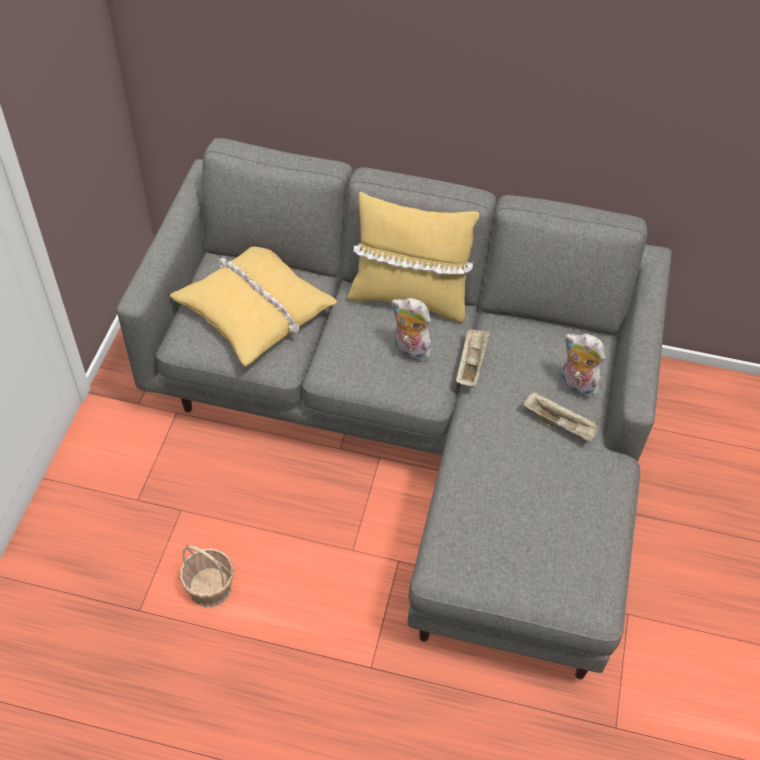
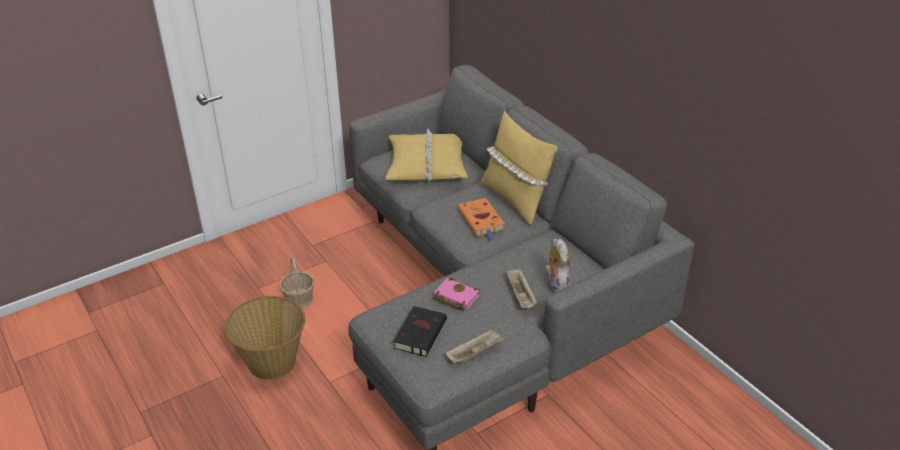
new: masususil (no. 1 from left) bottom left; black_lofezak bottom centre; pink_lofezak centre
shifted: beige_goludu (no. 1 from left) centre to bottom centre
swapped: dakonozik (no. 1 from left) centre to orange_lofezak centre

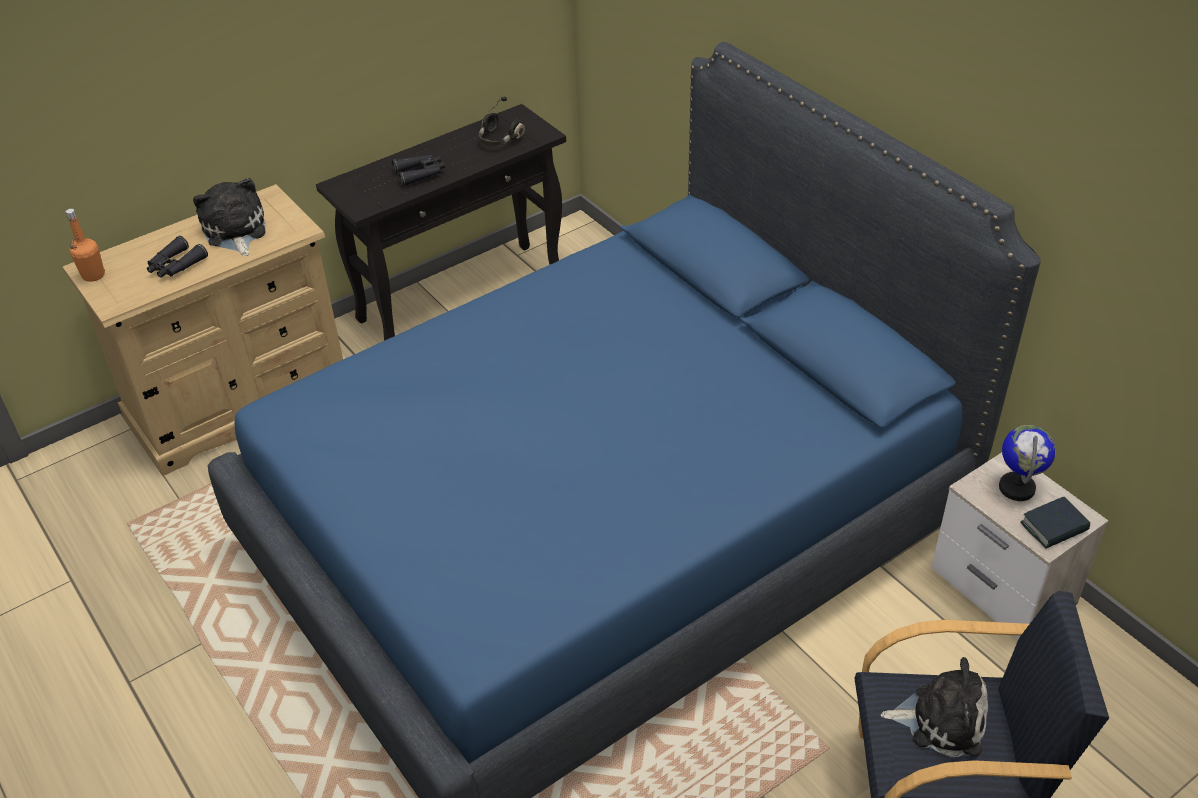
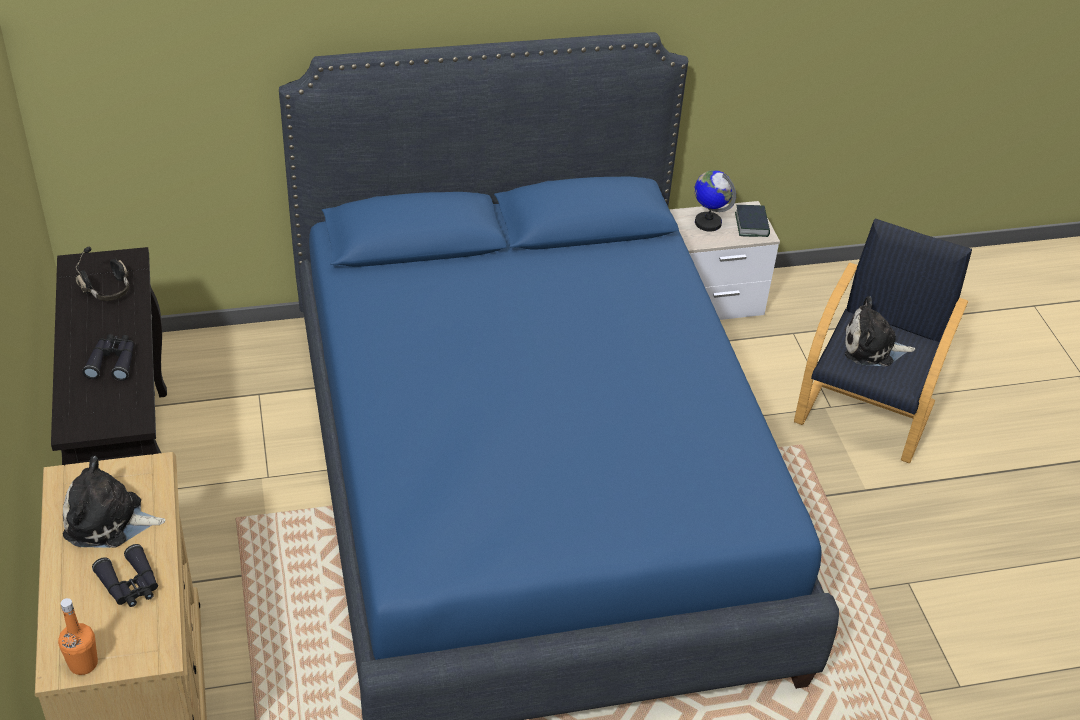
rotated: dakonozik (no. 2 from left) bottom right = middle right 120 degrees counterclockwise

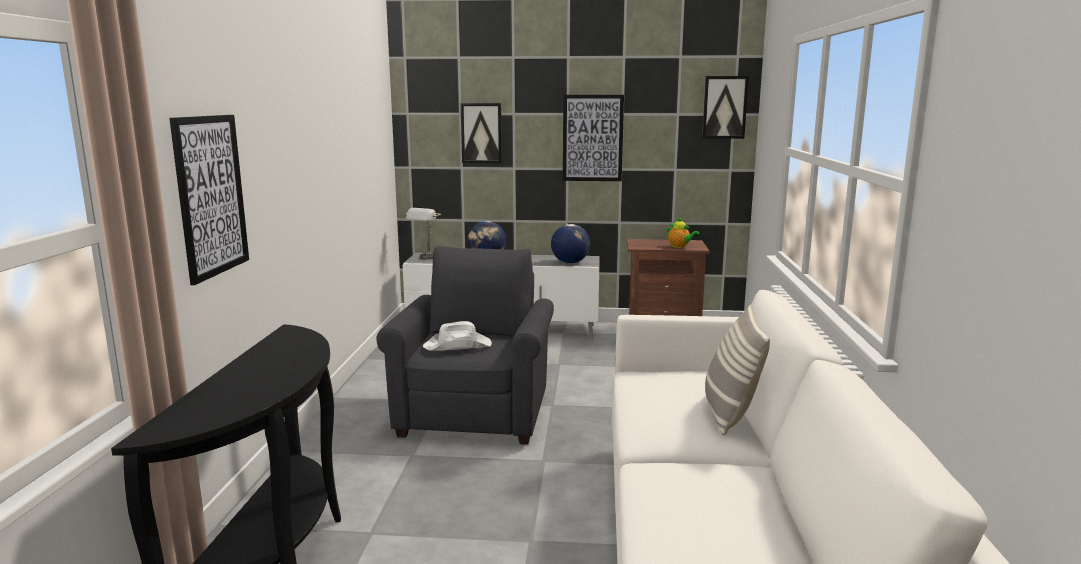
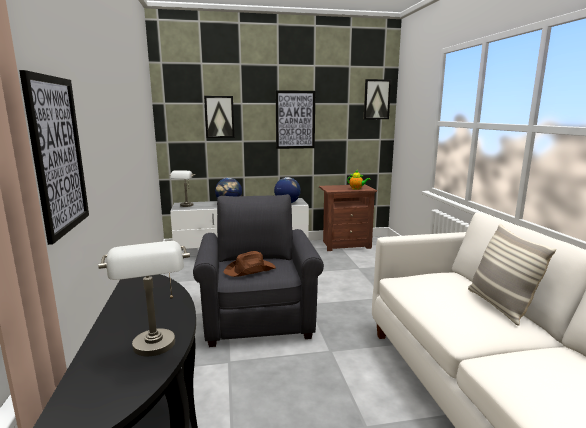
new: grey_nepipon (no. 1 from left) bottom left
repainted: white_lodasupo centre to brown_lodasupo centre

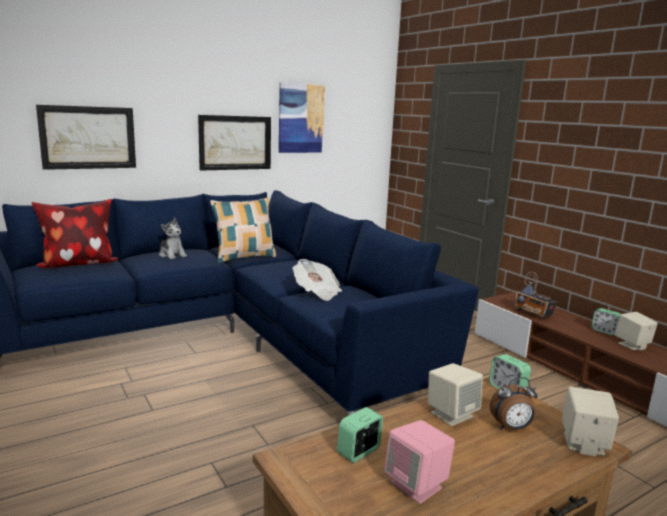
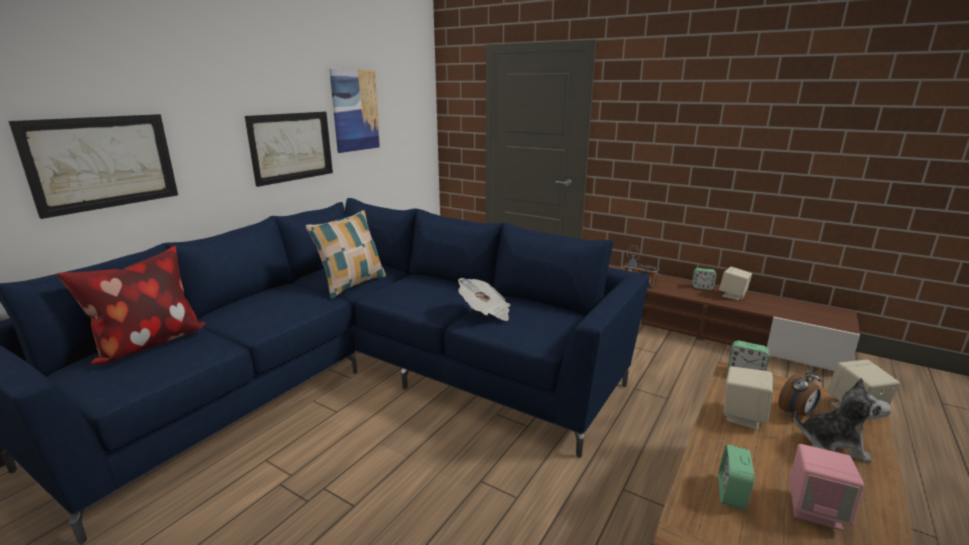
shifted: dakonozik middle left to bottom right

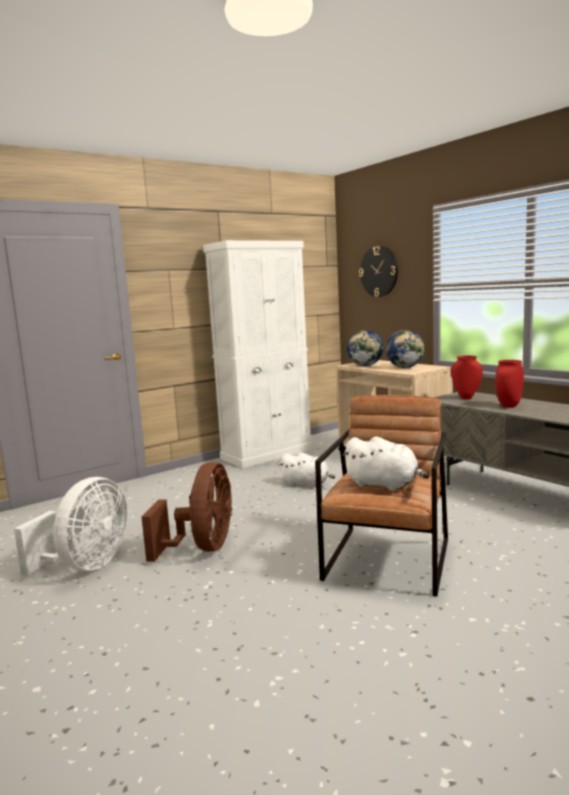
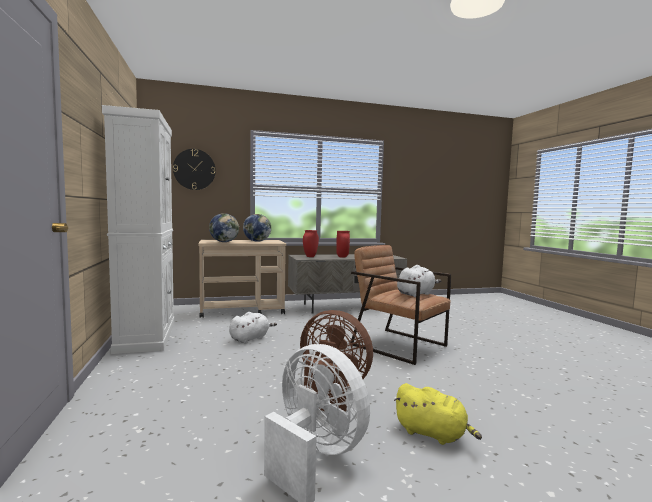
new: yellow_dakonozik bottom right

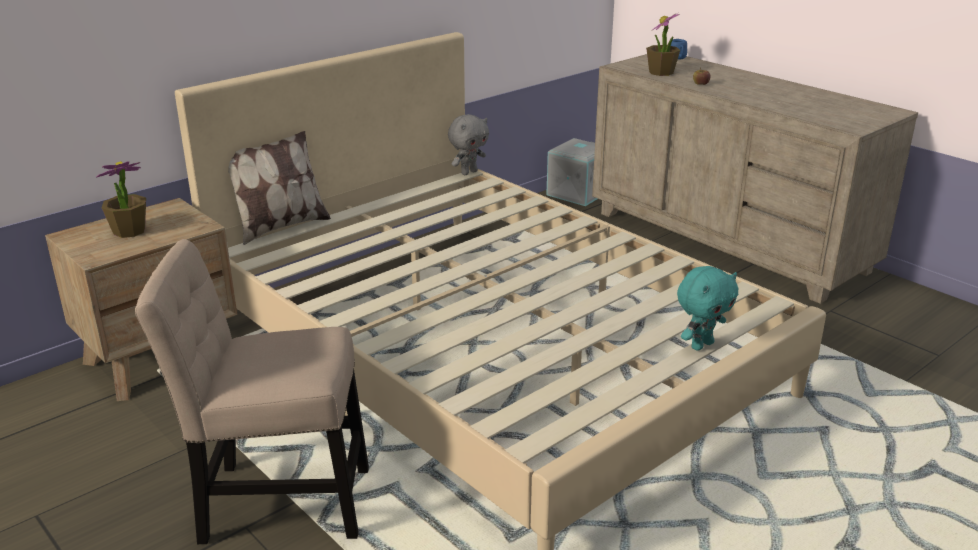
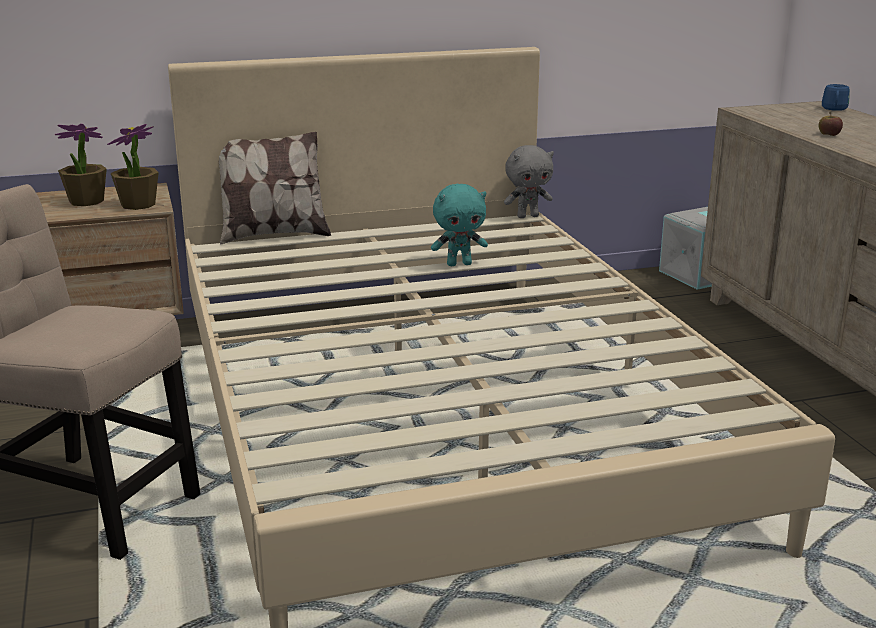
shifted: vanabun (no. 2 from left) top right to top left; turquoise_dakonozik middle right to centre

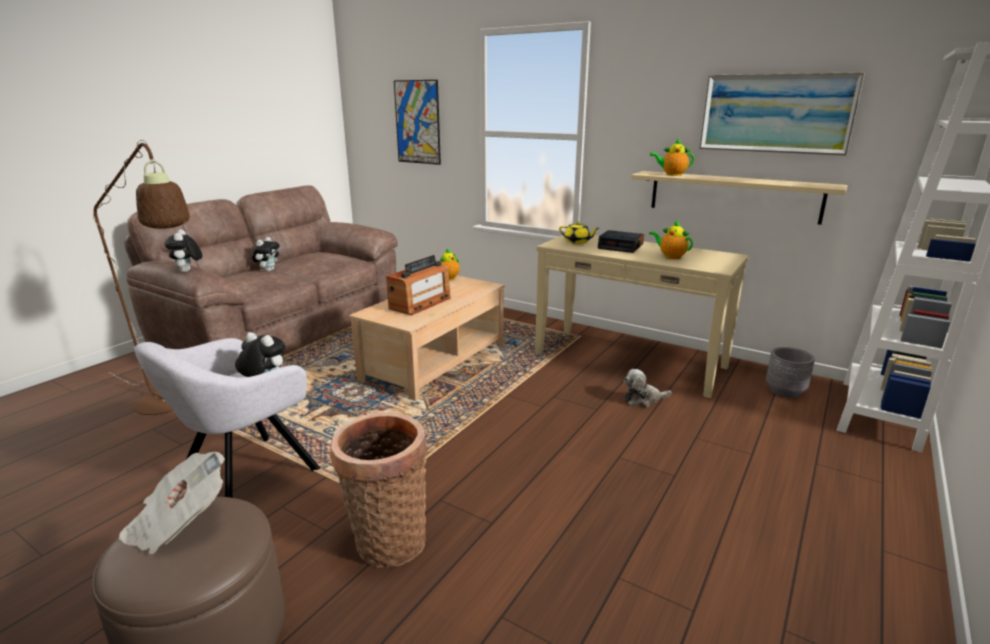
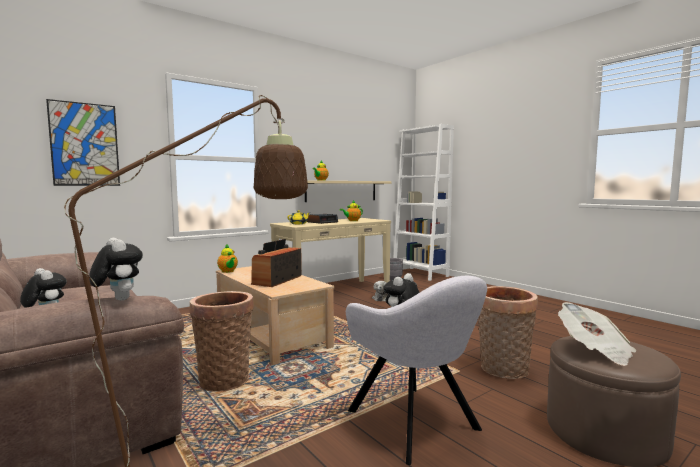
gone: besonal (no. 2 from left) top right
new: masususil (no. 1 from left) bottom left
rotated: dakonozik (no. 1 from left in the first image) middle left = middle left 135 degrees counterclockwise; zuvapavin centre = centre 120 degrees counterclockwise

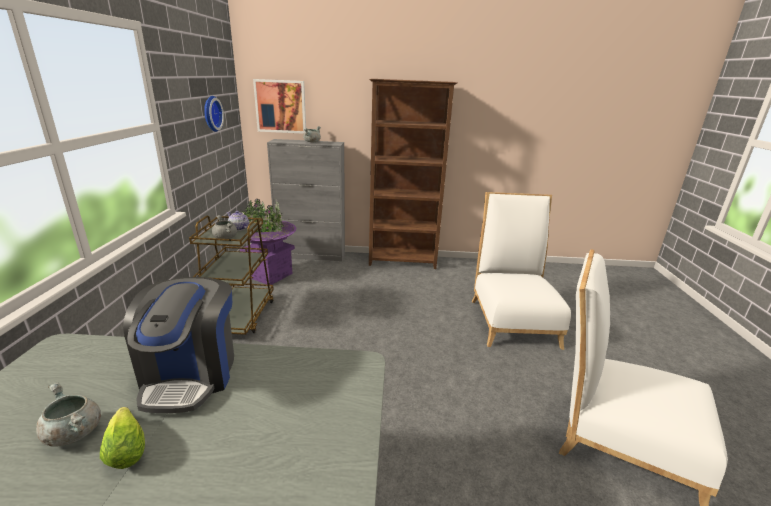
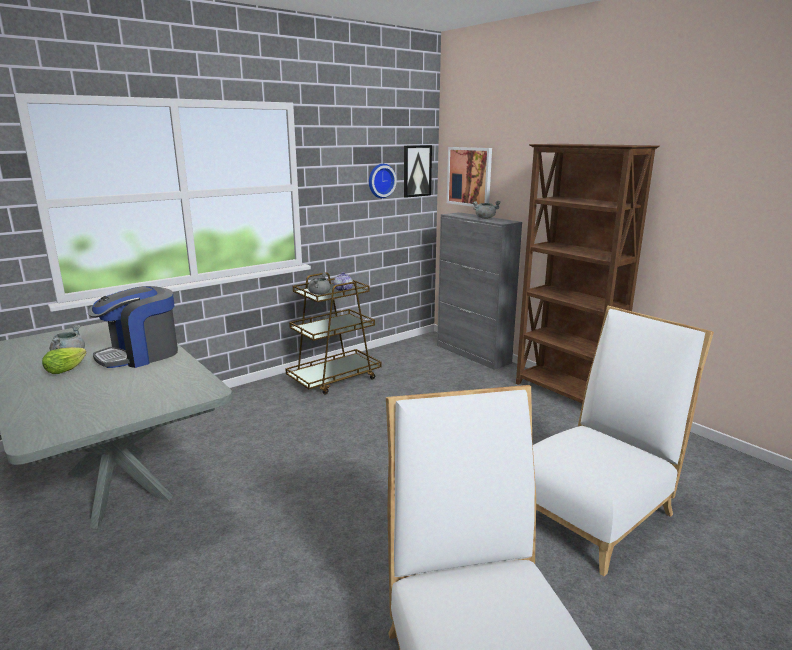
gone: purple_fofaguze centre
new: besonal (no. 1 from left) top centre

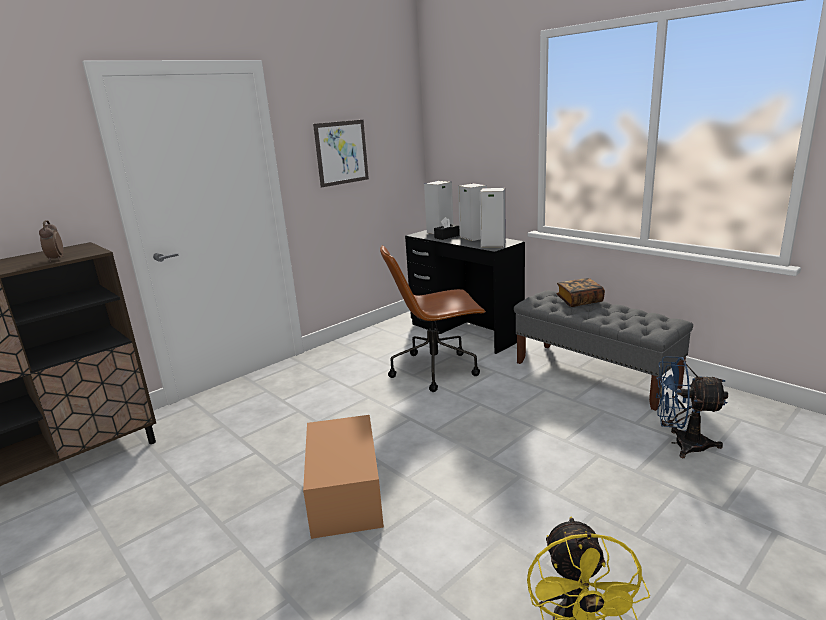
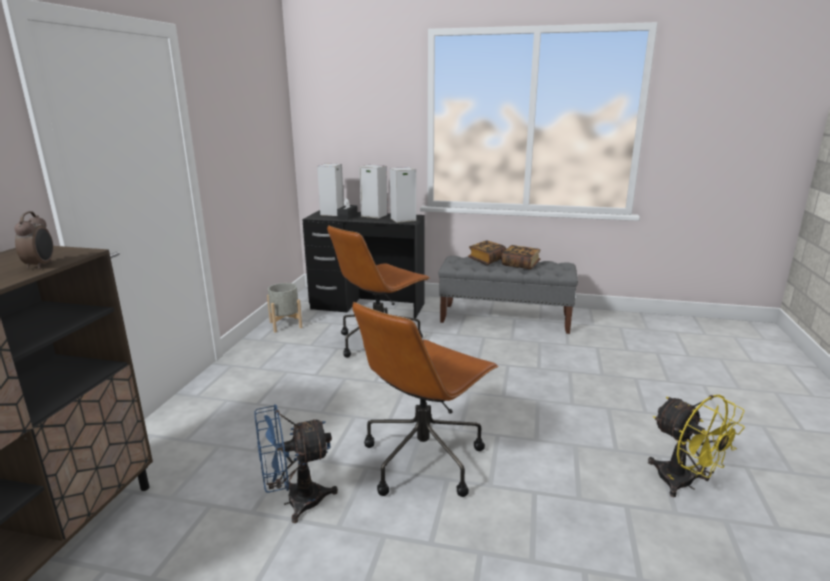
gone: besonal top centre
new: grey_fofaguze centre; lofezak (no. 2 from left) centre
shifted: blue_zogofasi middle right to bottom centre
swapped: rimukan bottom centre to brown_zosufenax (no. 2 from left) bottom centre
rotated: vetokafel middle left = middle left 135 degrees counterclockwise

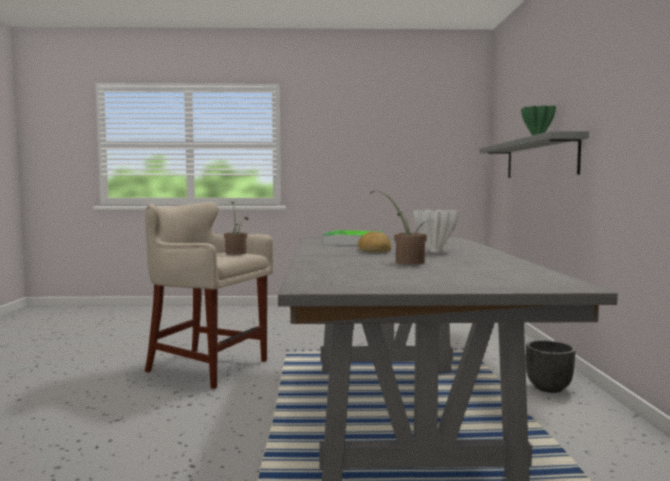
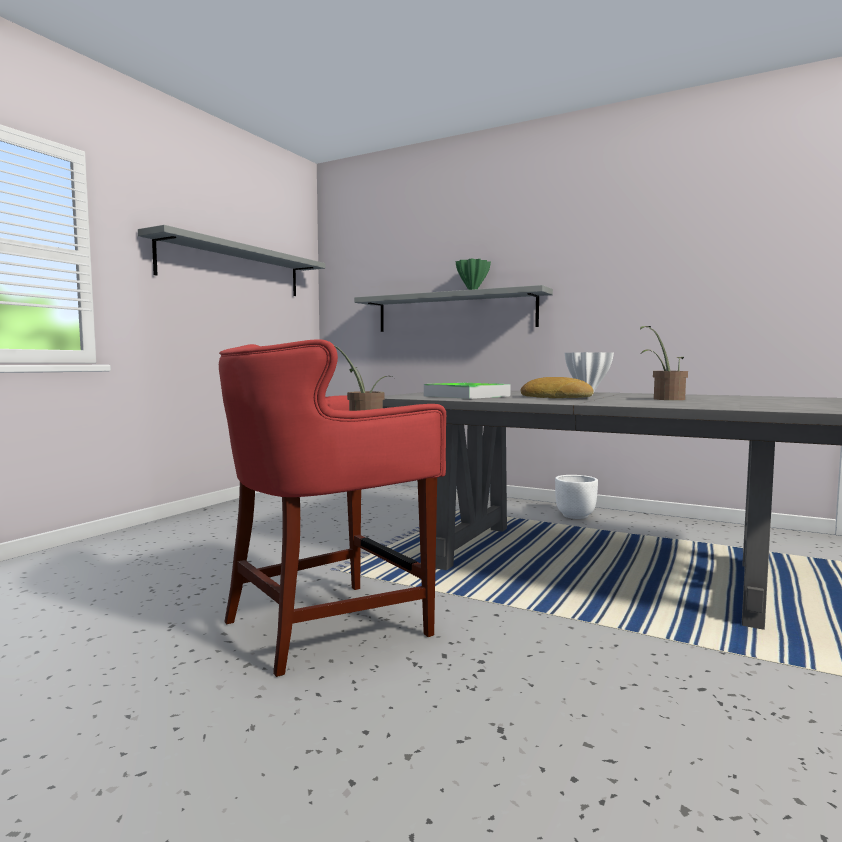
new: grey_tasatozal (no. 1 from left) top left
repainted: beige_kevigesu middle left to red_kevigesu centre; black_fofaguze bottom right to white_fofaguze middle right

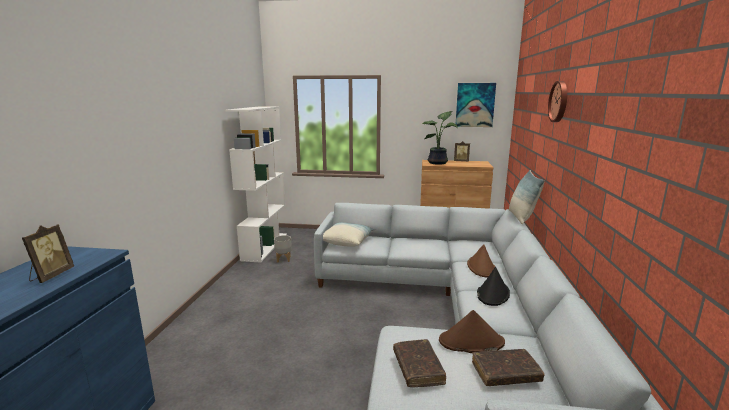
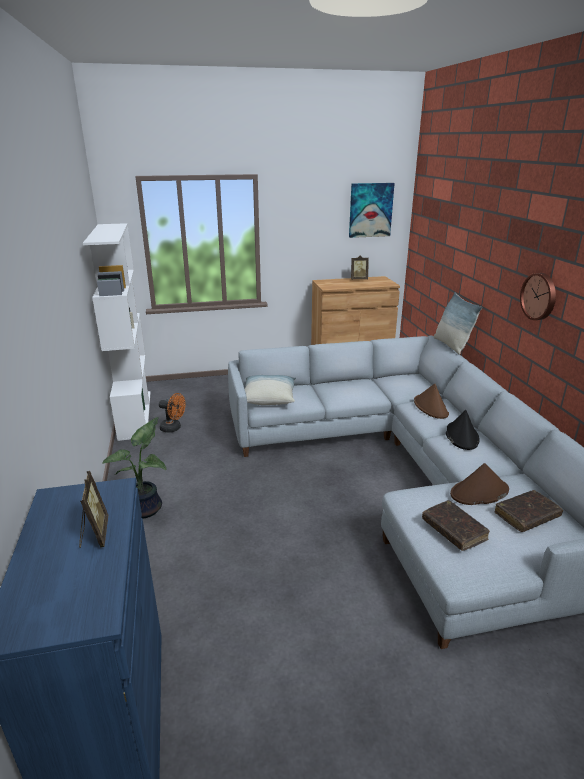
shifted: vanabun centre to middle left; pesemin top right to middle right
swapped: grey_fofaguze centre to orange_zogofasi middle left

